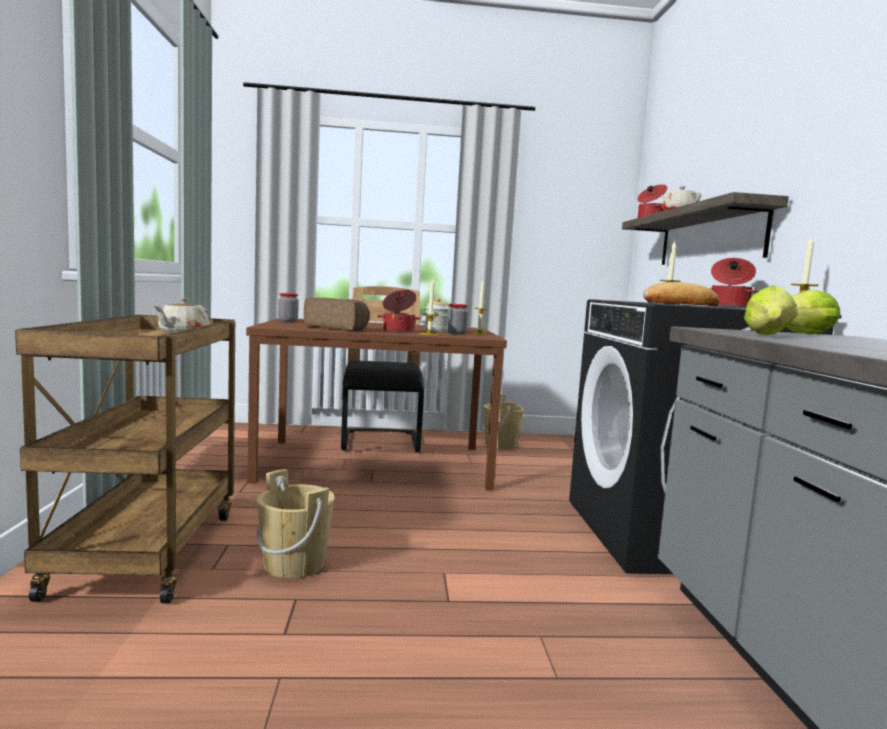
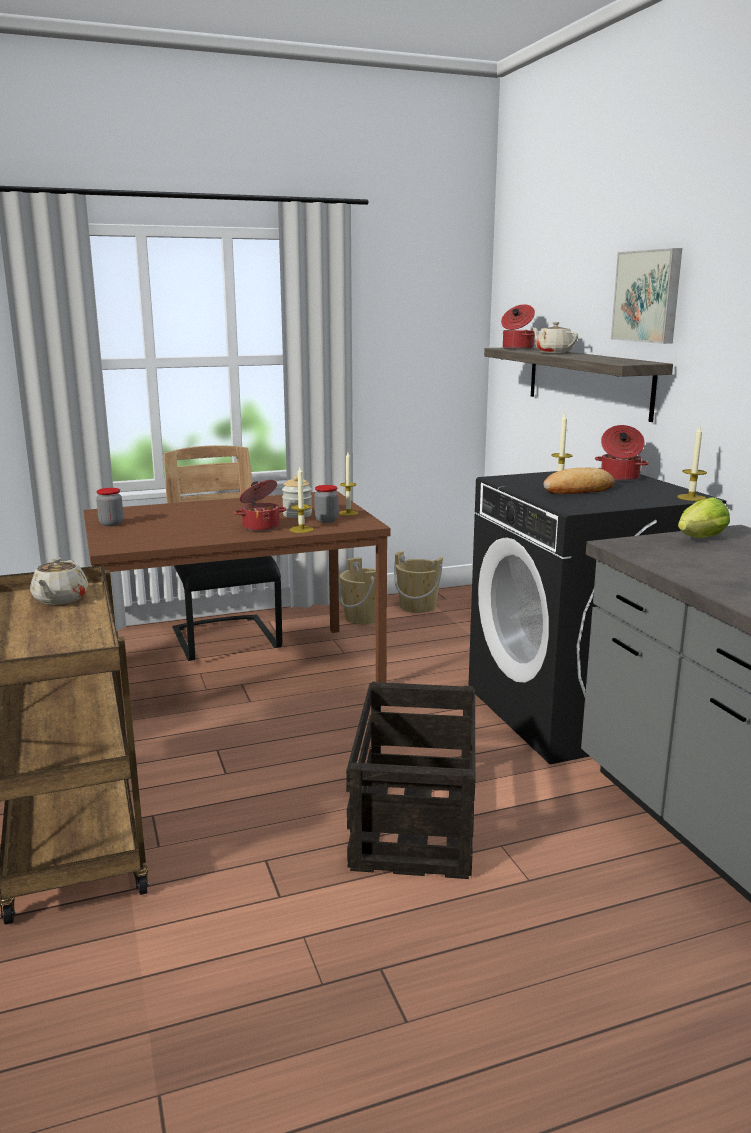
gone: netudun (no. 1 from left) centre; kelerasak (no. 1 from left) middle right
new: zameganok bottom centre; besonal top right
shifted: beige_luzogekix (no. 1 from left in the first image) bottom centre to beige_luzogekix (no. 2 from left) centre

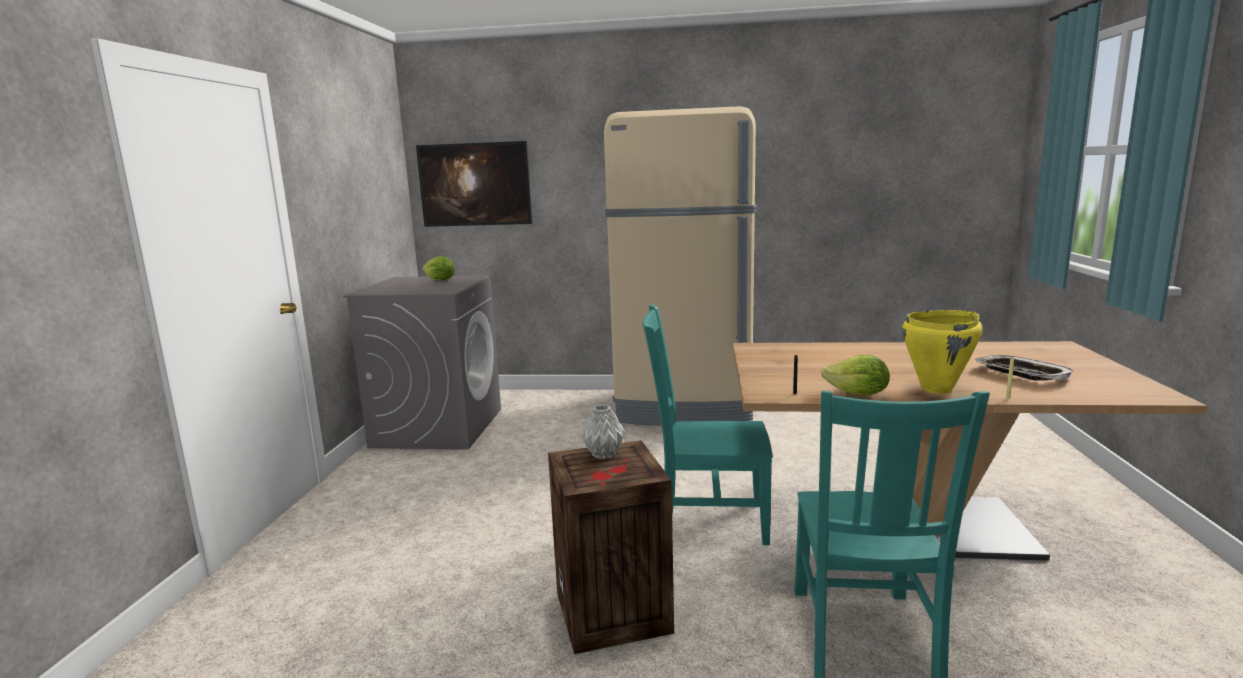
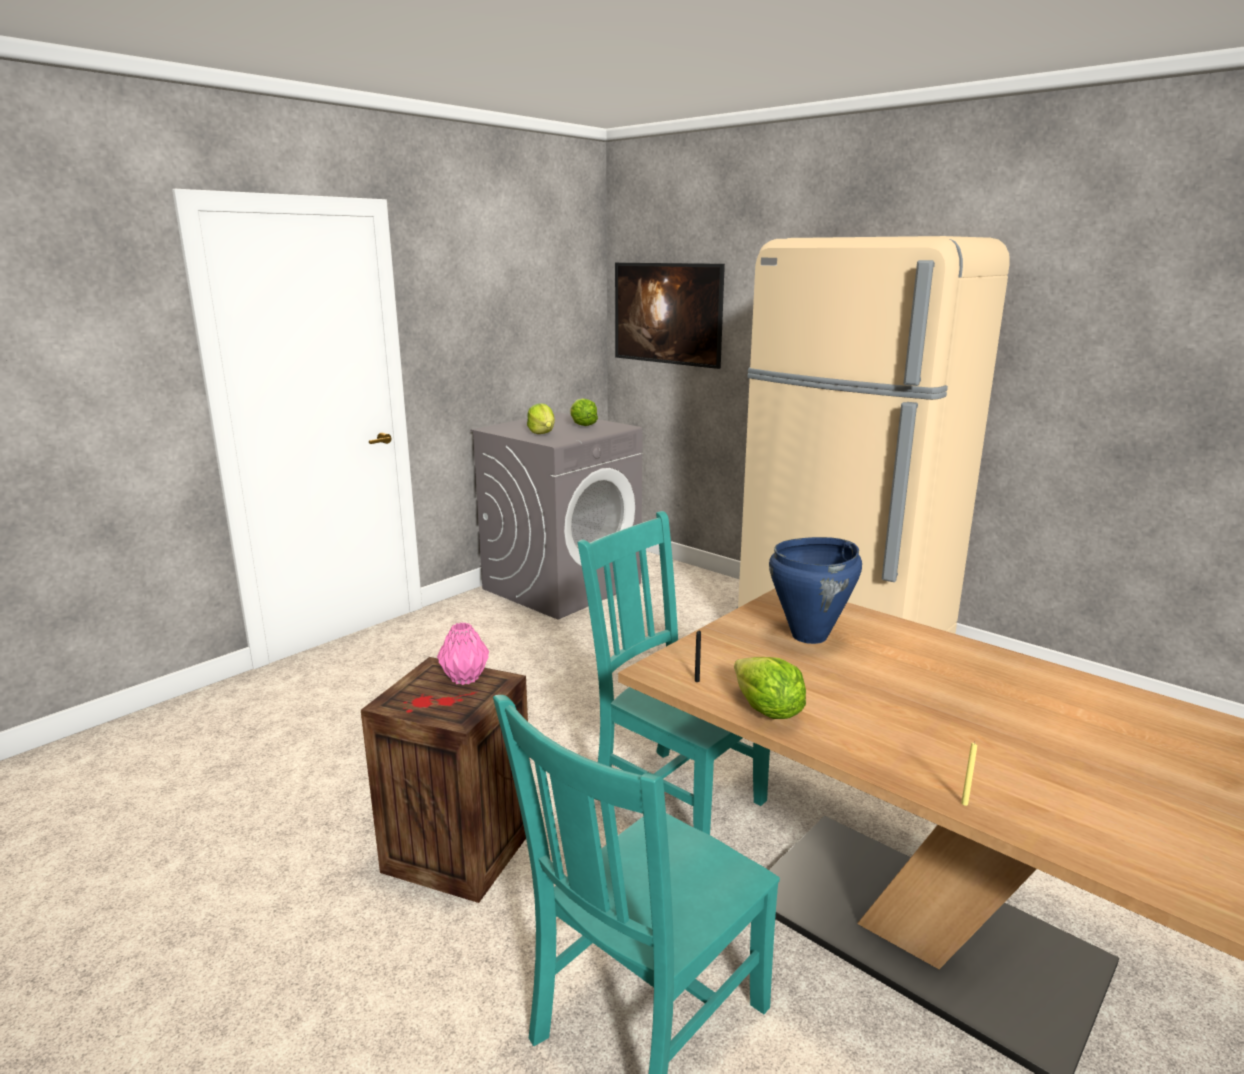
gone: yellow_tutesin middle right; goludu middle right
new: kelerasak (no. 1 from left) centre; blue_tutesin centre
repainted: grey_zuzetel centre to pink_zuzetel centre

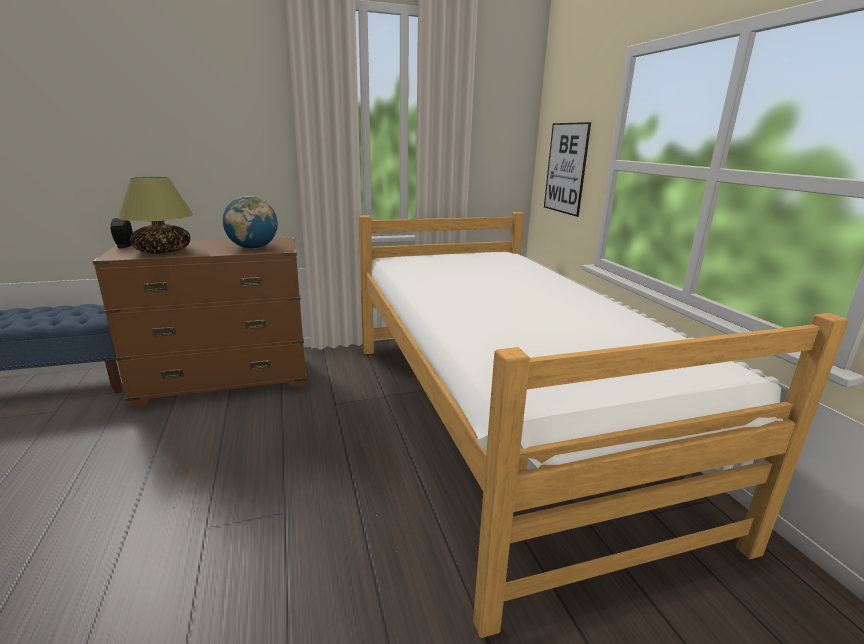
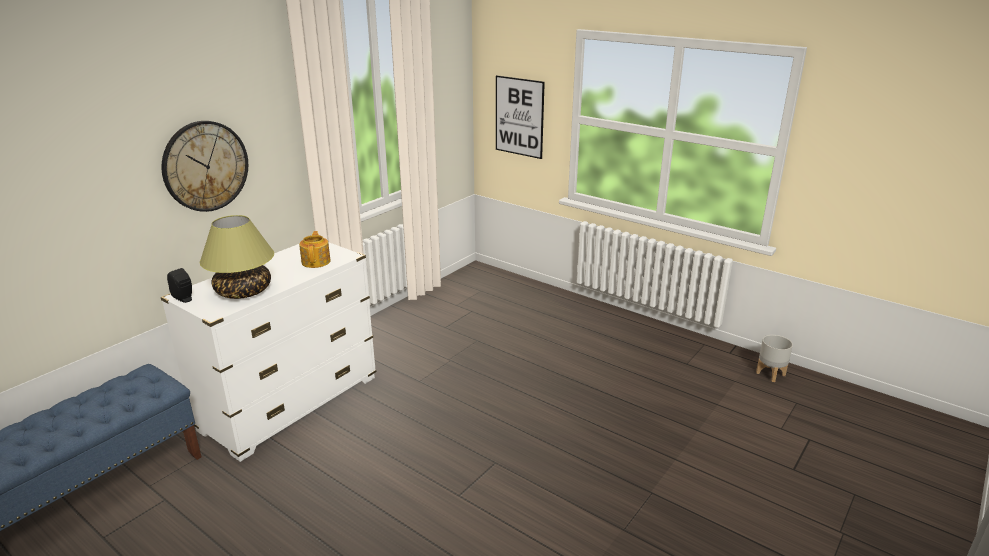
gone: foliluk middle right
new: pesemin top left; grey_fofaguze middle right
swapped: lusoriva middle left to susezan middle left
repainted: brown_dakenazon middle left to white_dakenazon middle left

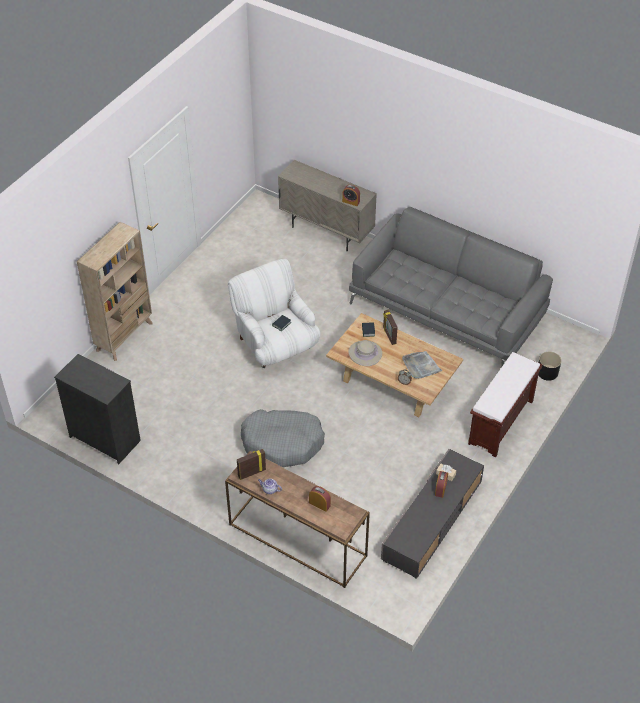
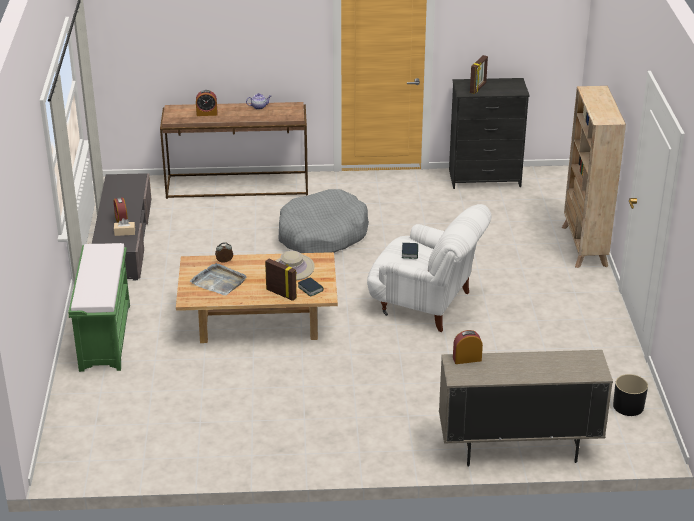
gone: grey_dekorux middle right
shifted: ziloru (no. 1 from left in the first image) centre to ziloru (no. 2 from left) top right; black_fofaguze middle right to bottom right
repainted: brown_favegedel middle right to green_favegedel middle left

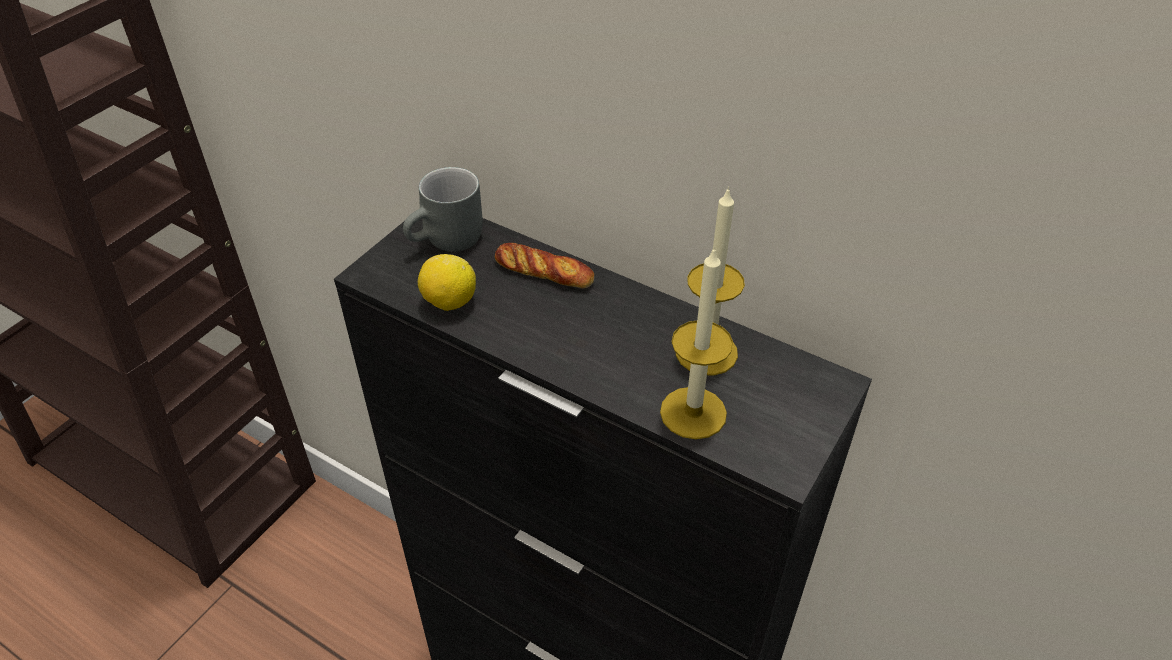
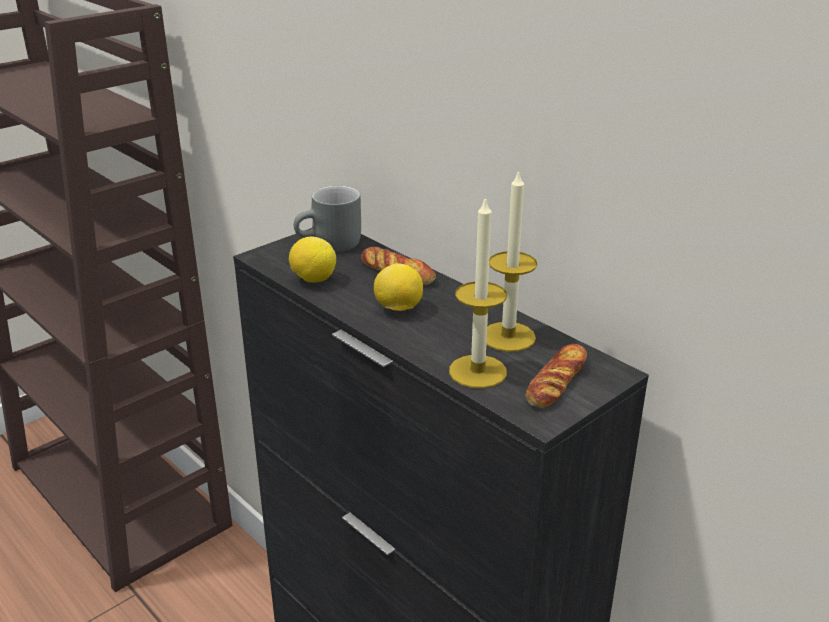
new: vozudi (no. 2 from left) centre; netudun (no. 2 from left) middle right

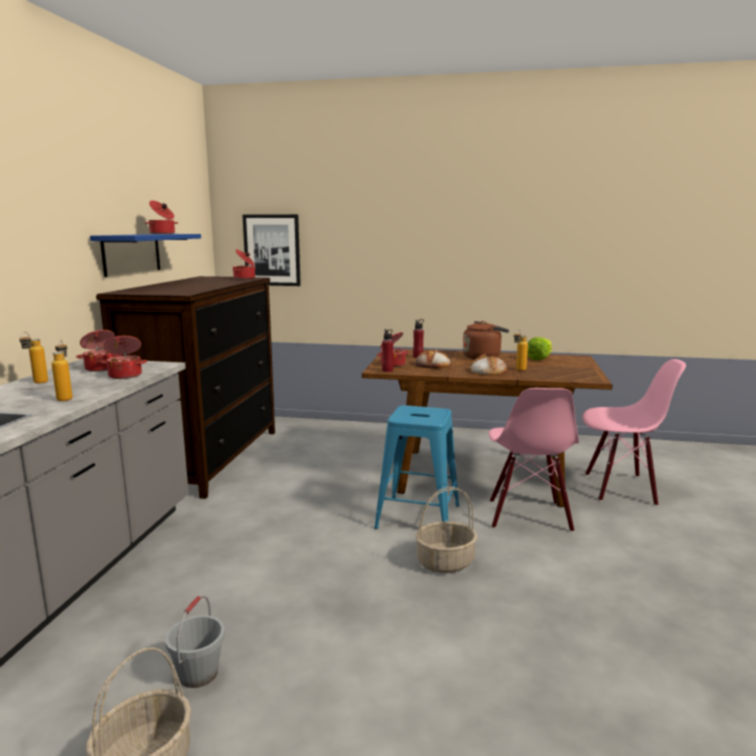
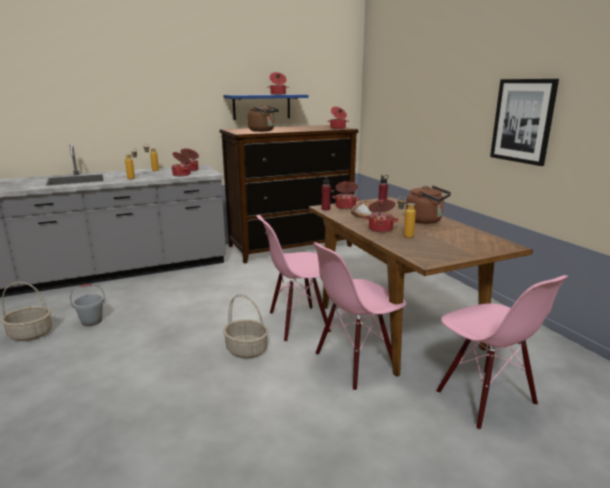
gone: kelerasak middle right
new: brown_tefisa (no. 1 from left) top centre
shifted: besonal top centre to top right
swapped: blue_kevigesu centre to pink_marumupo (no. 1 from left) centre; netudun (no. 2 from left) centre to tutesin (no. 6 from left) centre

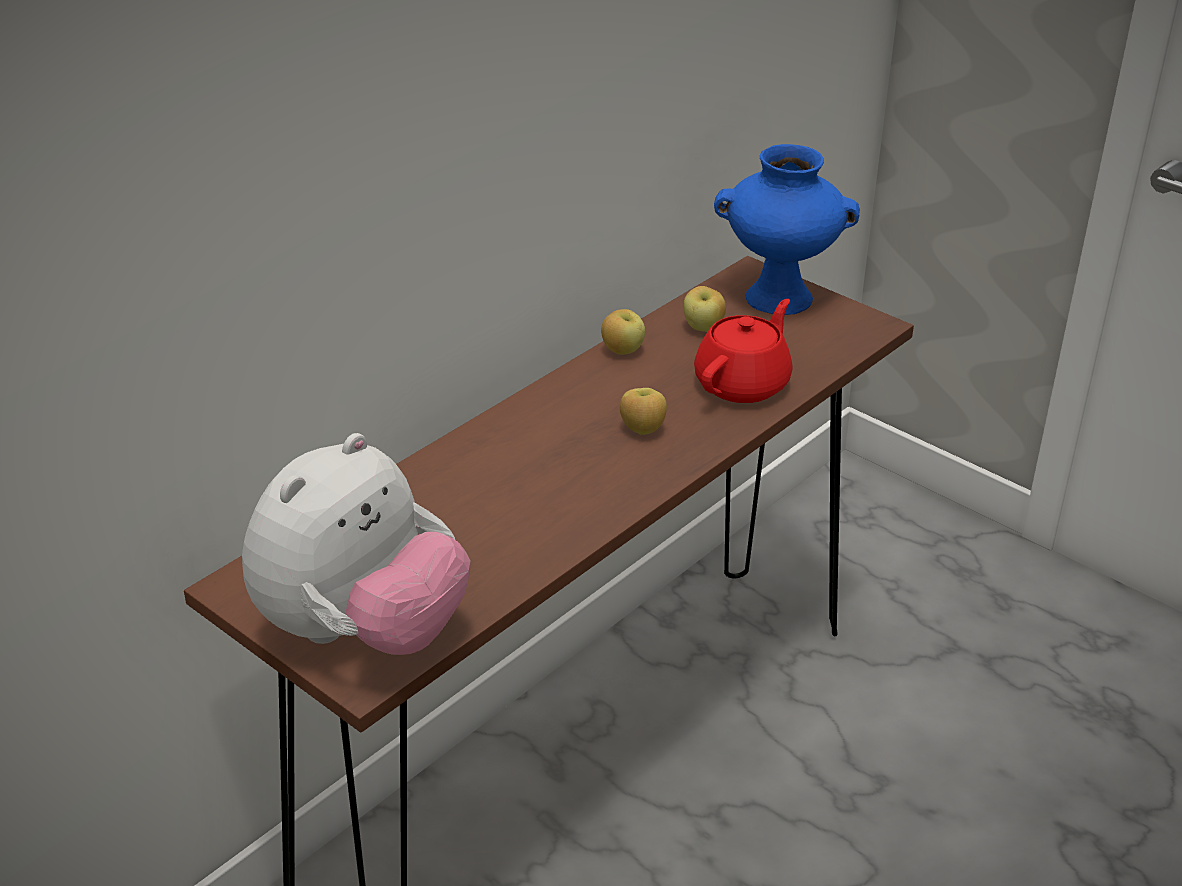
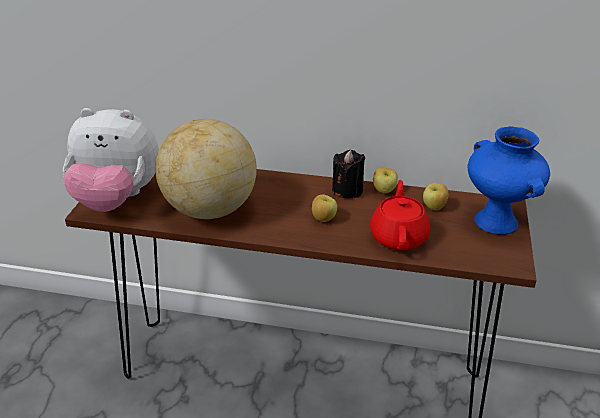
new: lusoriva centre; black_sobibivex centre
rotated: red_susezan centre = middle right 90 degrees counterclockwise

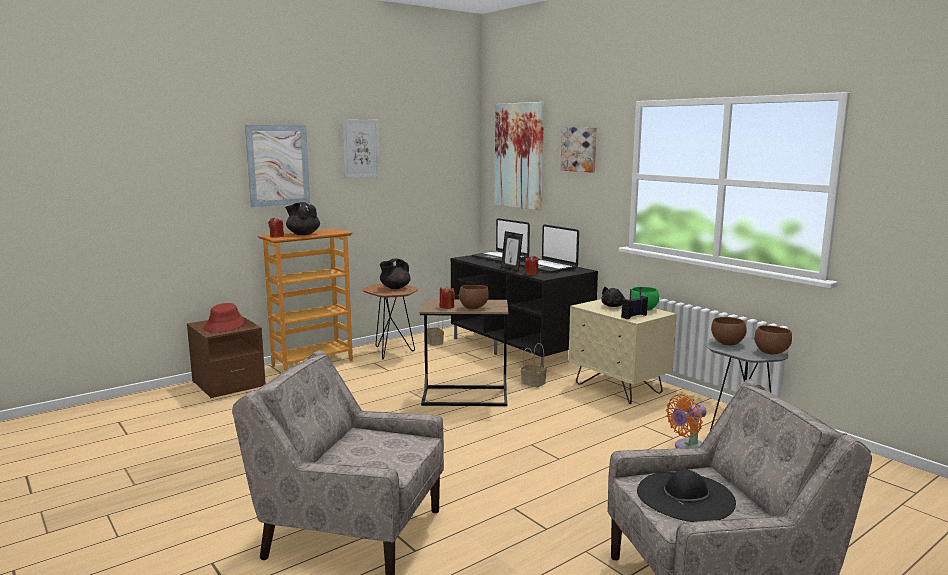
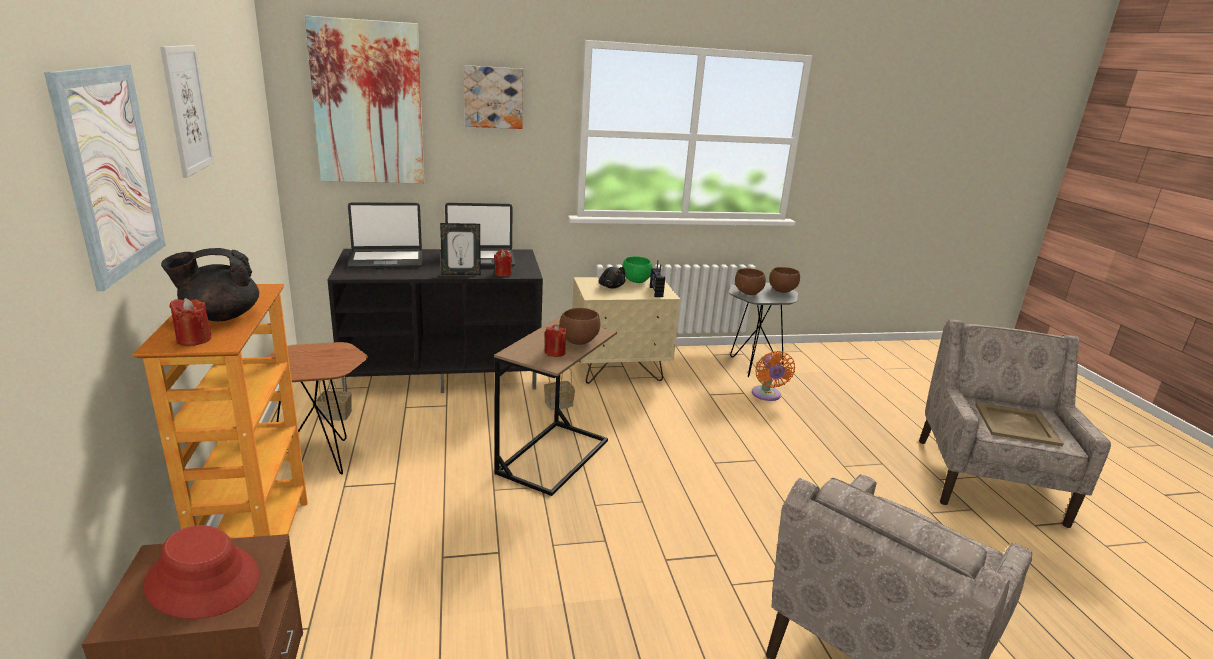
gone: black_susezan (no. 2 from left) centre
swapped: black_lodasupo bottom right to beige_goludu middle right

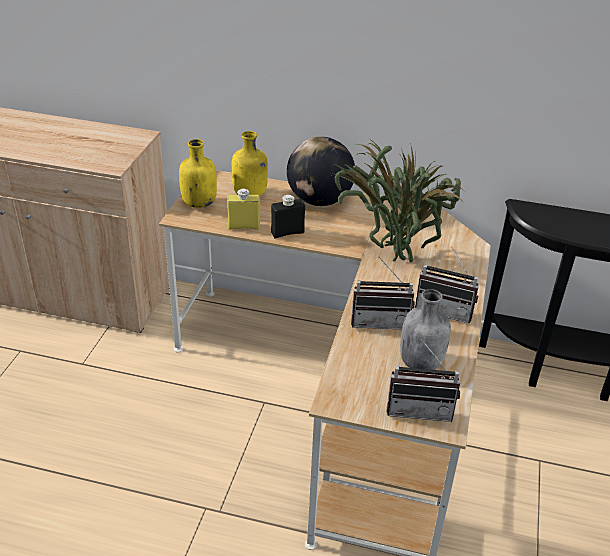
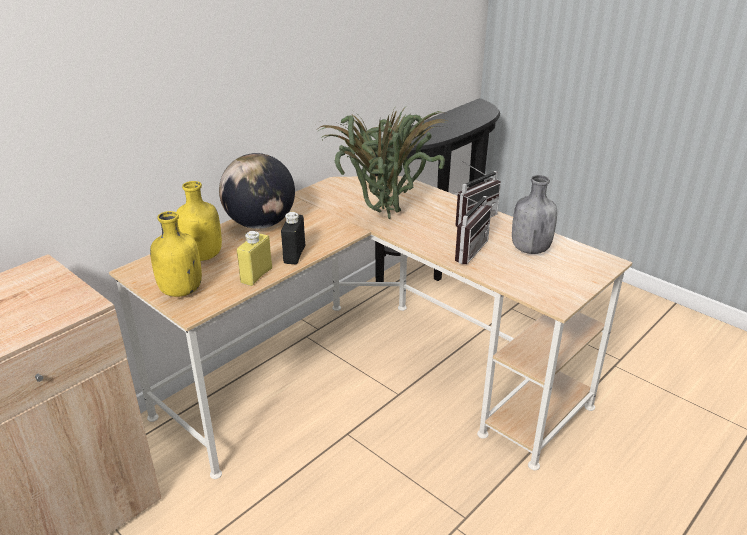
gone: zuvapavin (no. 2 from left) bottom right

